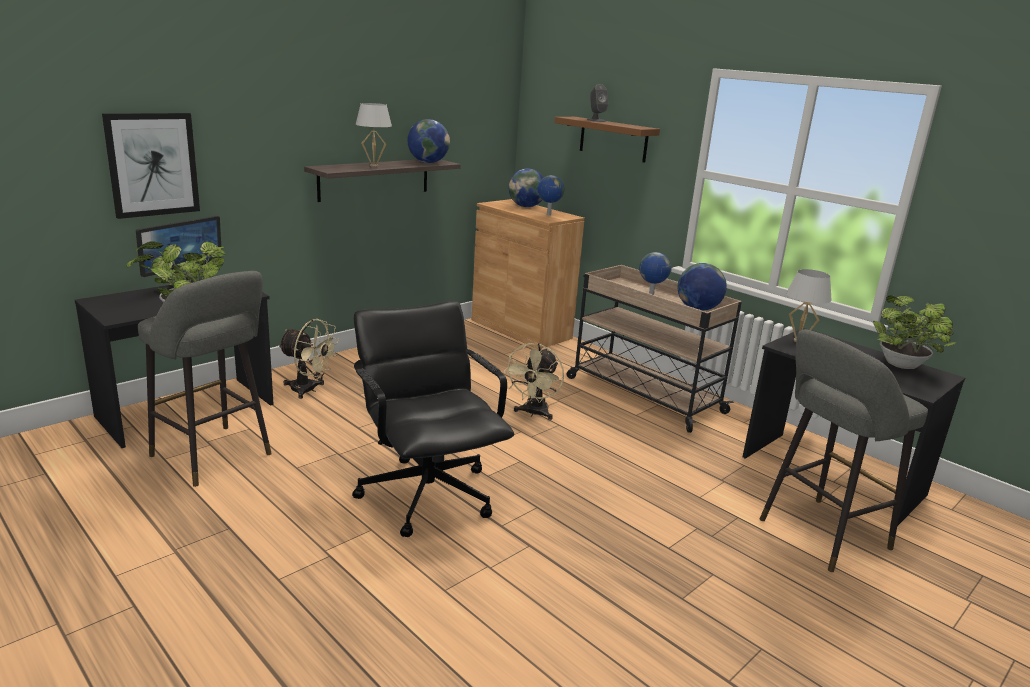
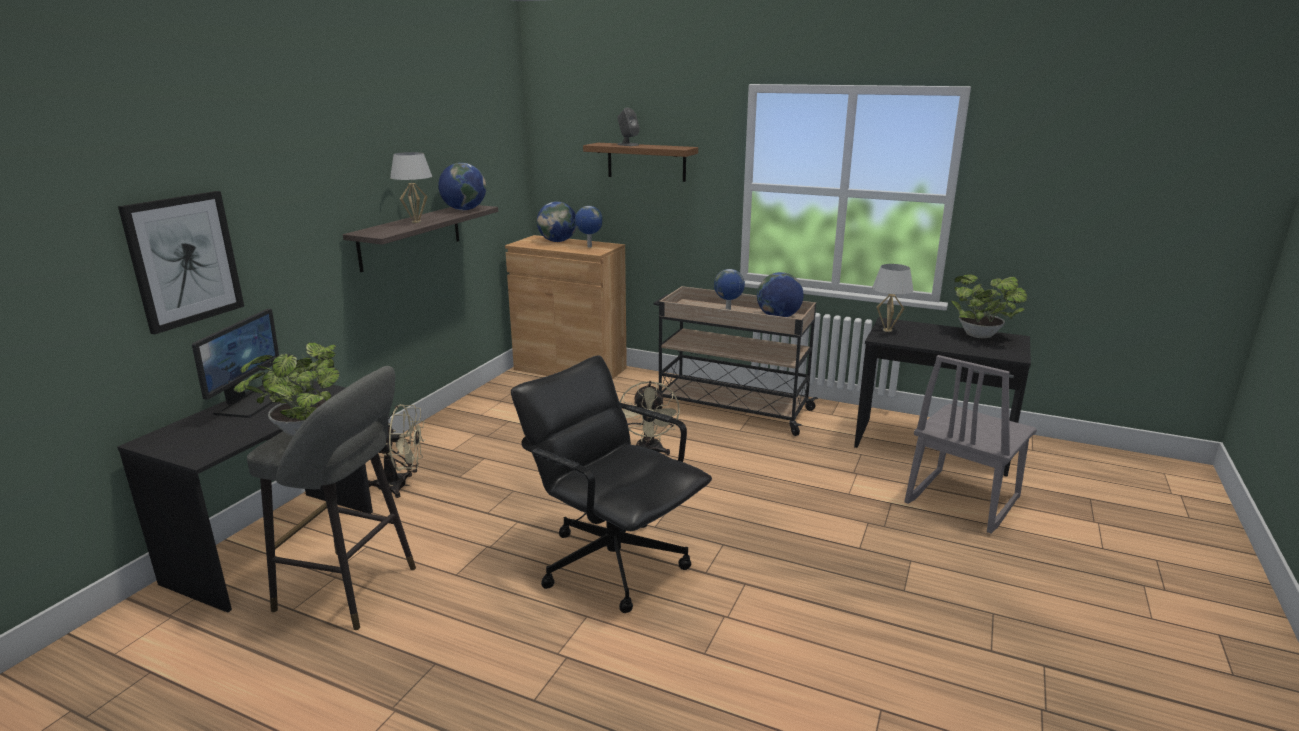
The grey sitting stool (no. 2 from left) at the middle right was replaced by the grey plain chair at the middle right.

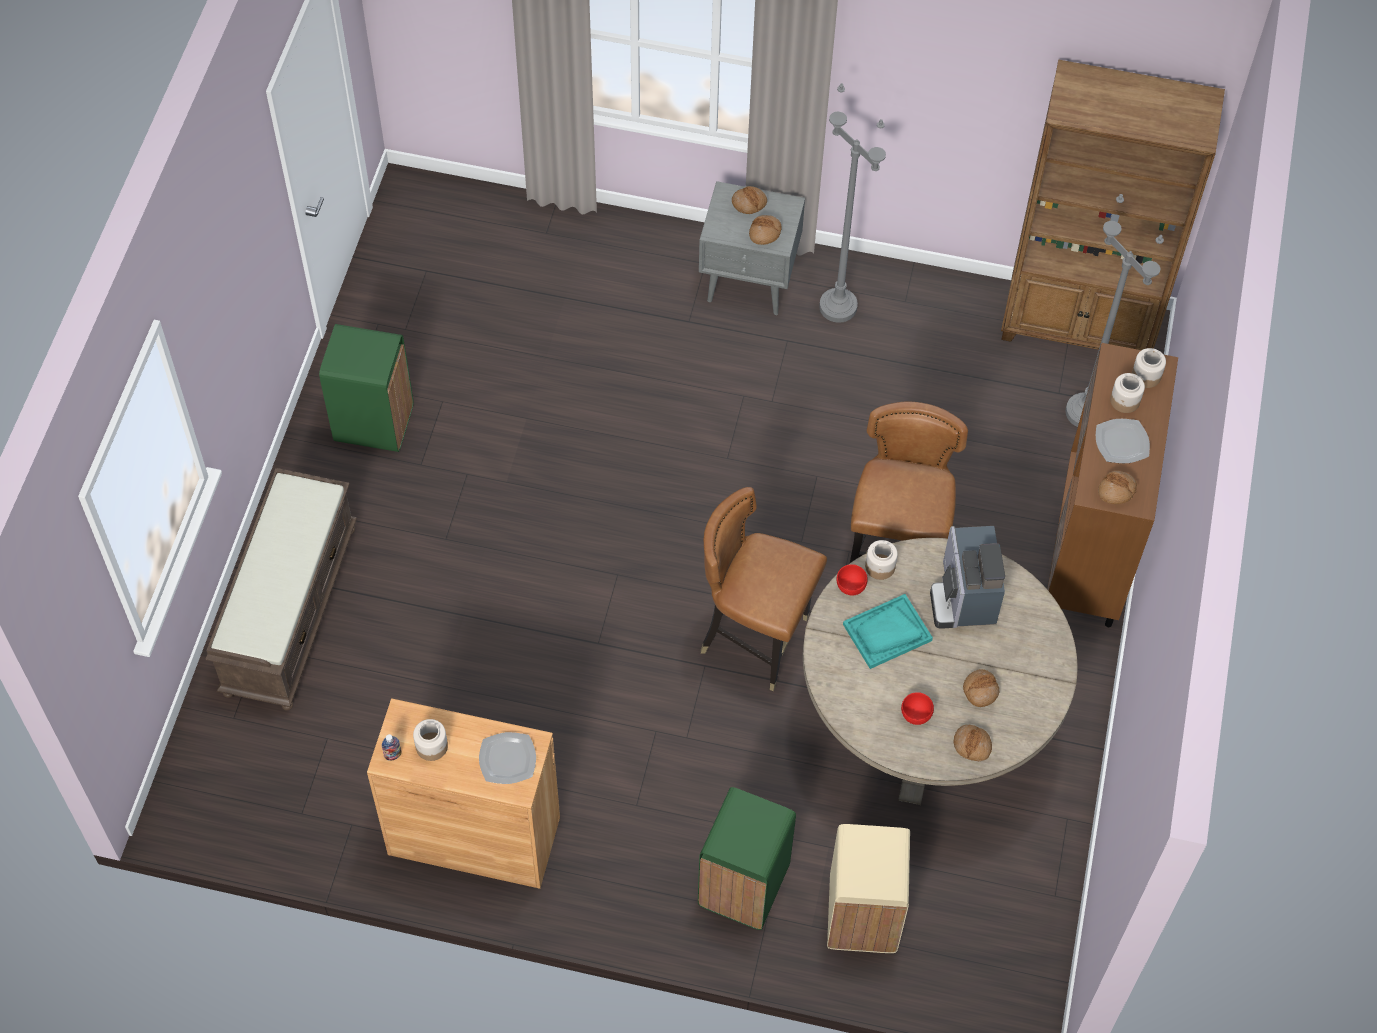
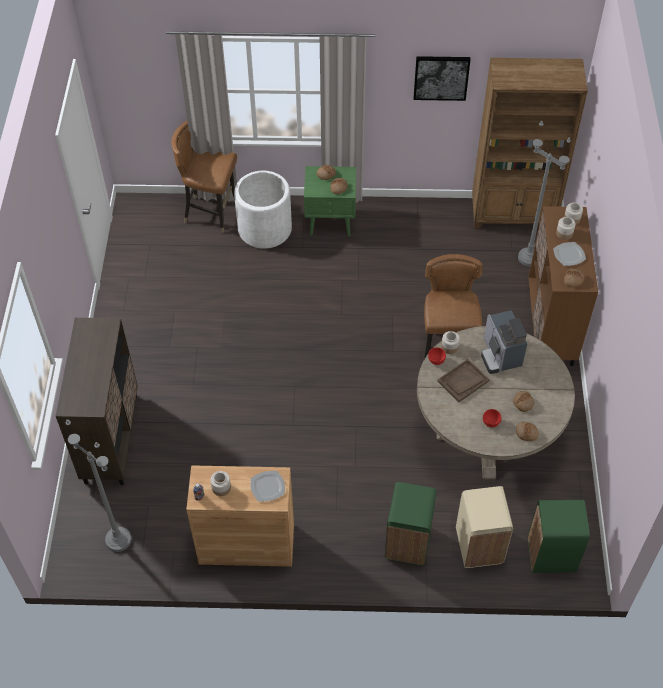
The white flower pot at the top centre appeared. The wall art at the top right appeared. The greenish trash can (no. 1 from left in the first image) moved from the middle left to the bottom right. The brown plain chair (no. 1 from left) moved from the centre to the top left. The grey standing lamp (no. 1 from left) moved from the top centre to the bottom left. The brown long seat at the middle left was replaced by the brown cupboard (no. 1 from left) at the middle left. The grey night table at the top centre became the greenish night table at the top centre. The blue-green serving tray at the centre became the brown serving tray at the middle right.

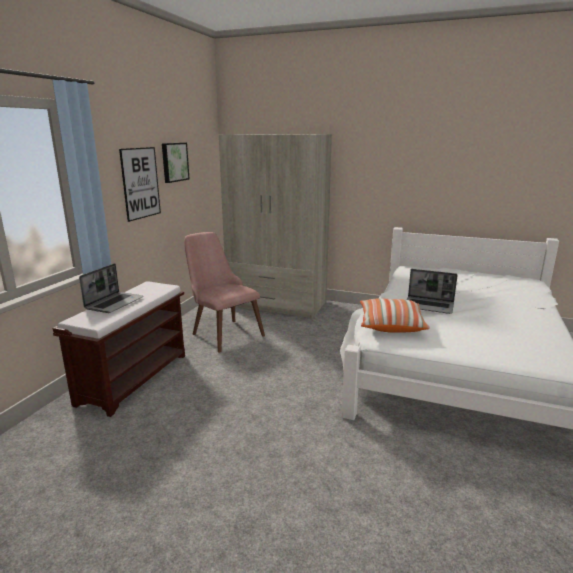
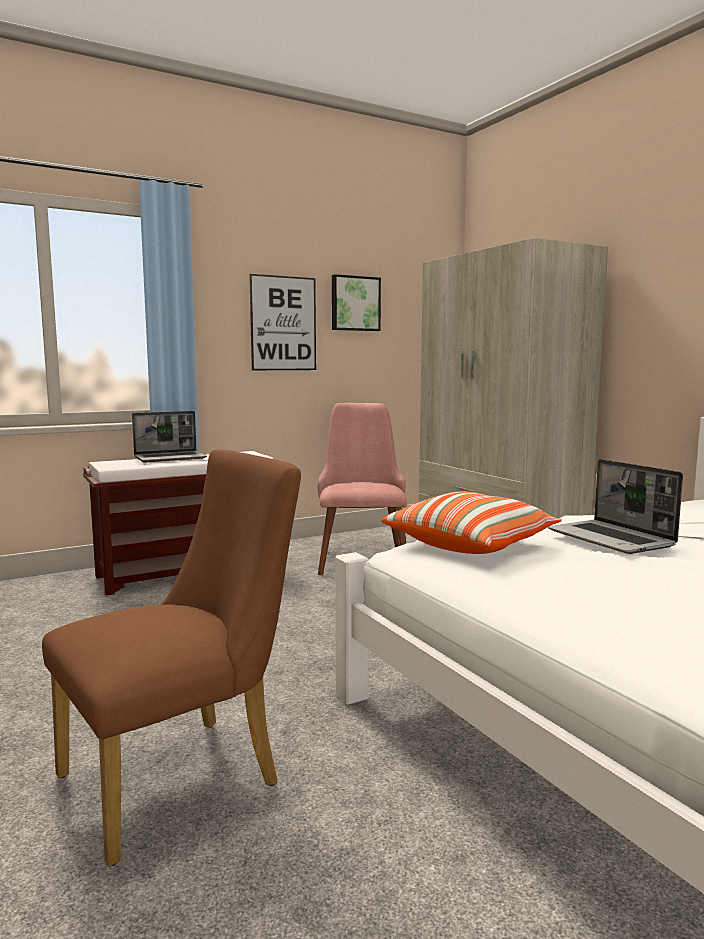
The brown plain chair at the bottom left appeared.

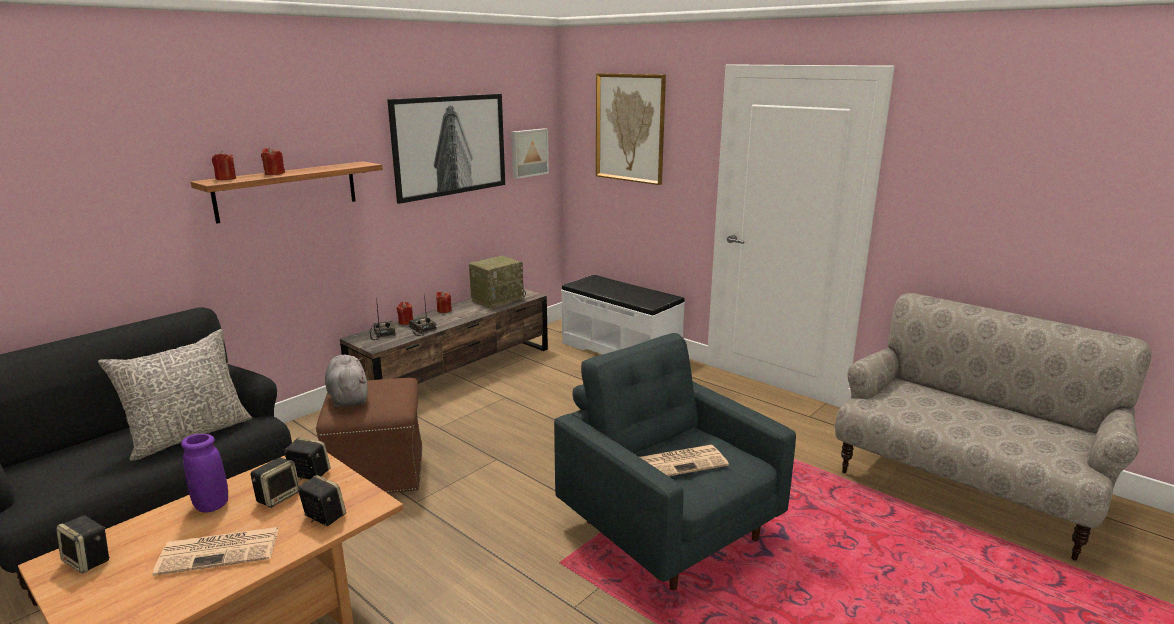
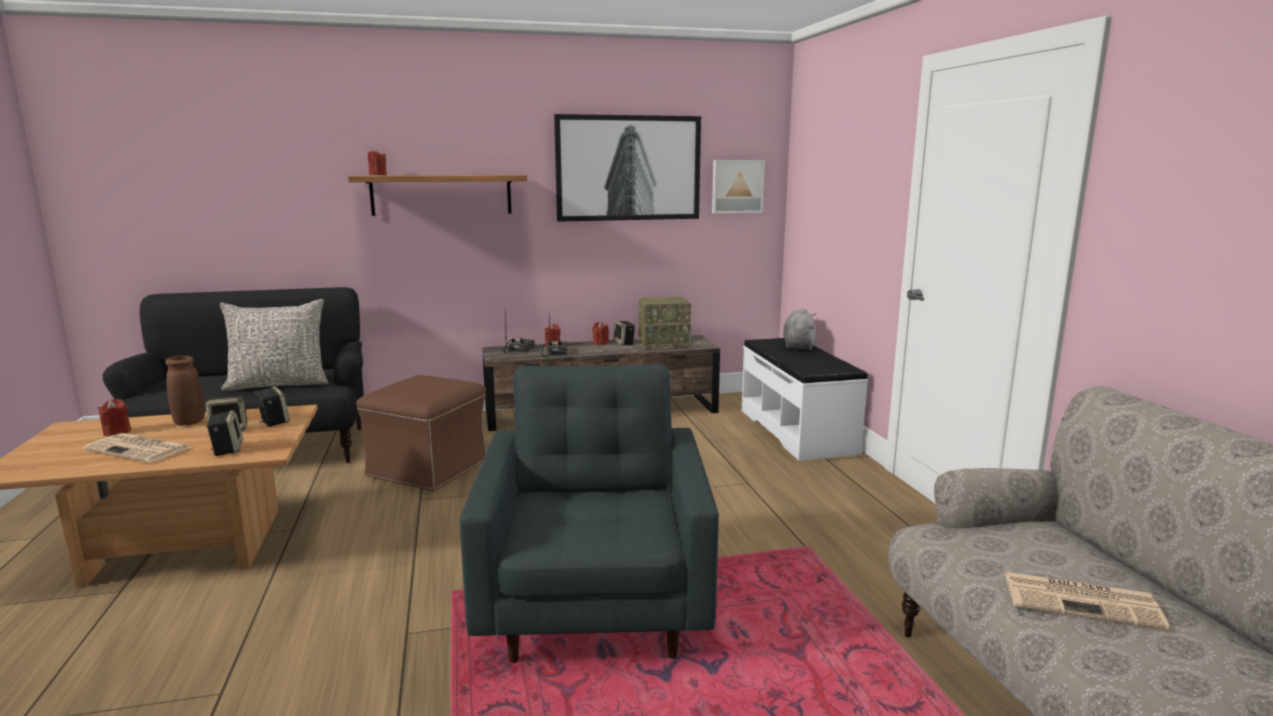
The wall art (no. 3 from left) at the top centre disappeared. The audio speaker (no. 1 from left in the first image) moved from the bottom left to the centre. The reddish wax candle (no. 2 from left in the first image) moved from the top left to the middle left. The grey plush toy moved from the middle left to the centre. The daily paper (no. 2 from left) moved from the bottom centre to the bottom right. The purple decorative vase at the bottom left became the brown decorative vase at the middle left.

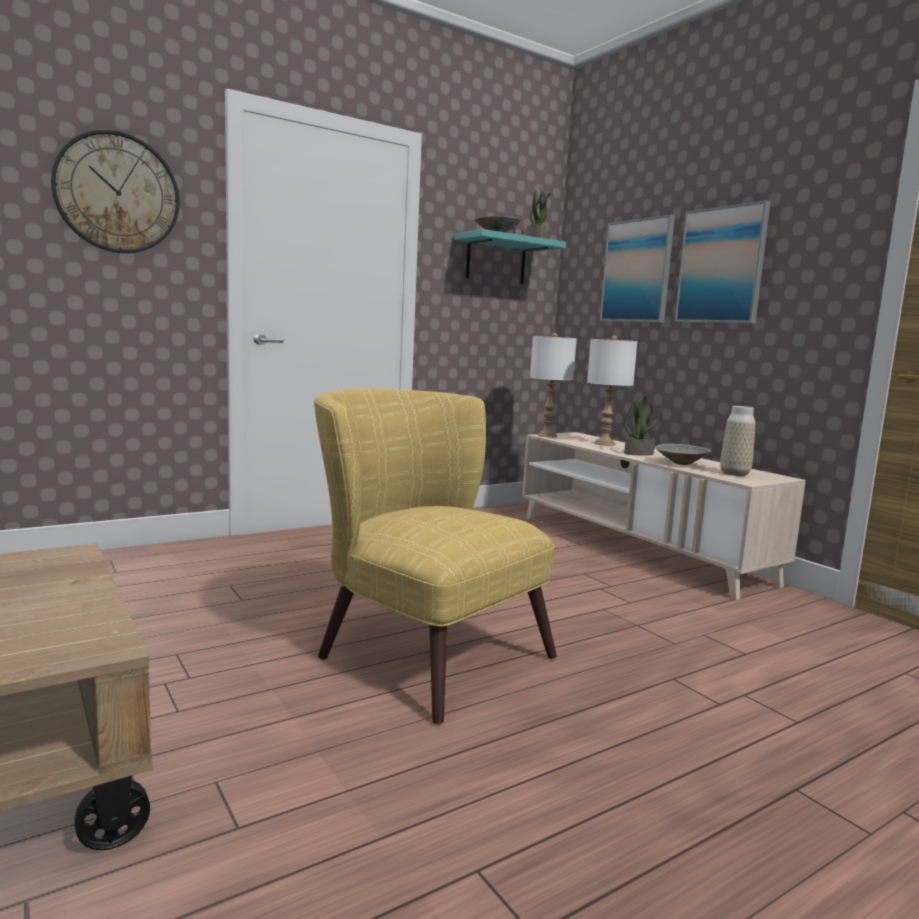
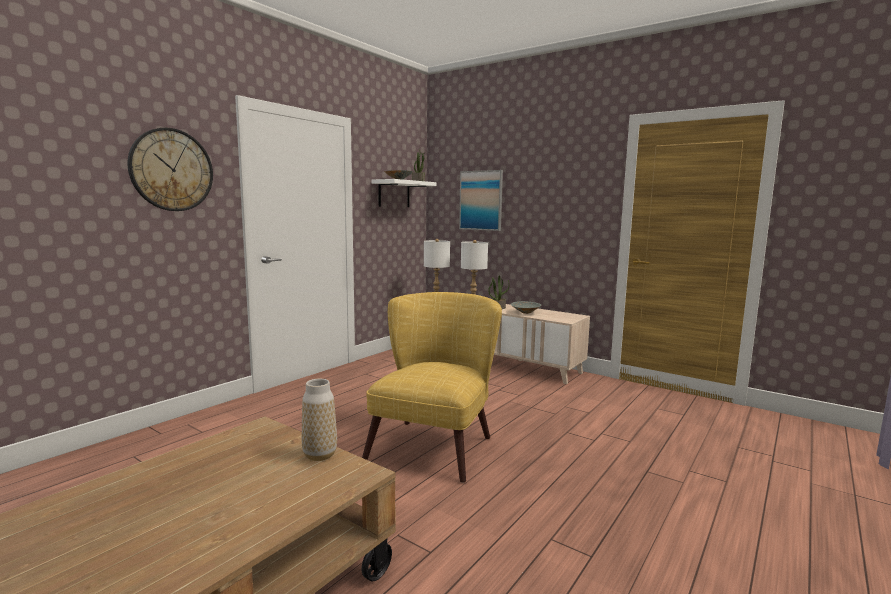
The wall art (no. 2 from left) at the top right disappeared. The decorative vase moved from the middle right to the bottom centre. The blue-green wall shelf at the top centre became the white wall shelf at the top centre. The yellowish lounge chair at the centre turned 90 degrees clockwise.

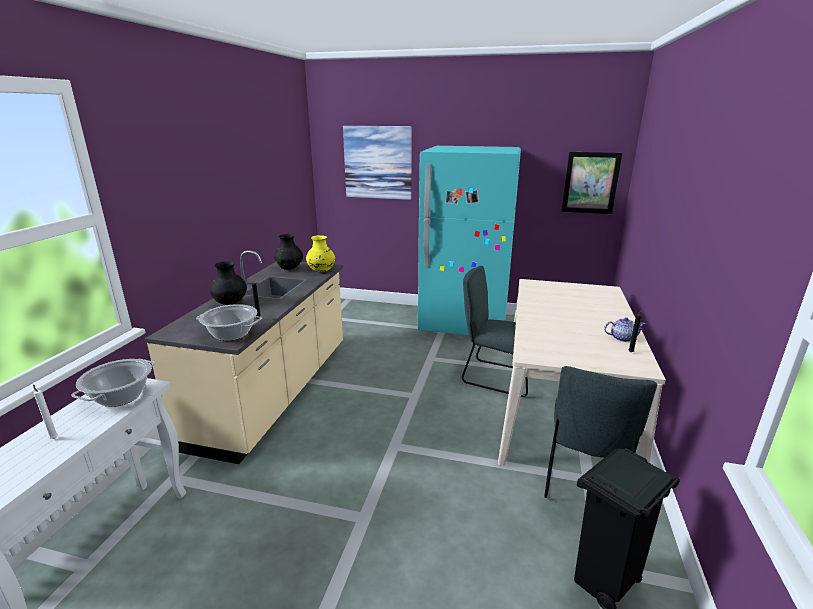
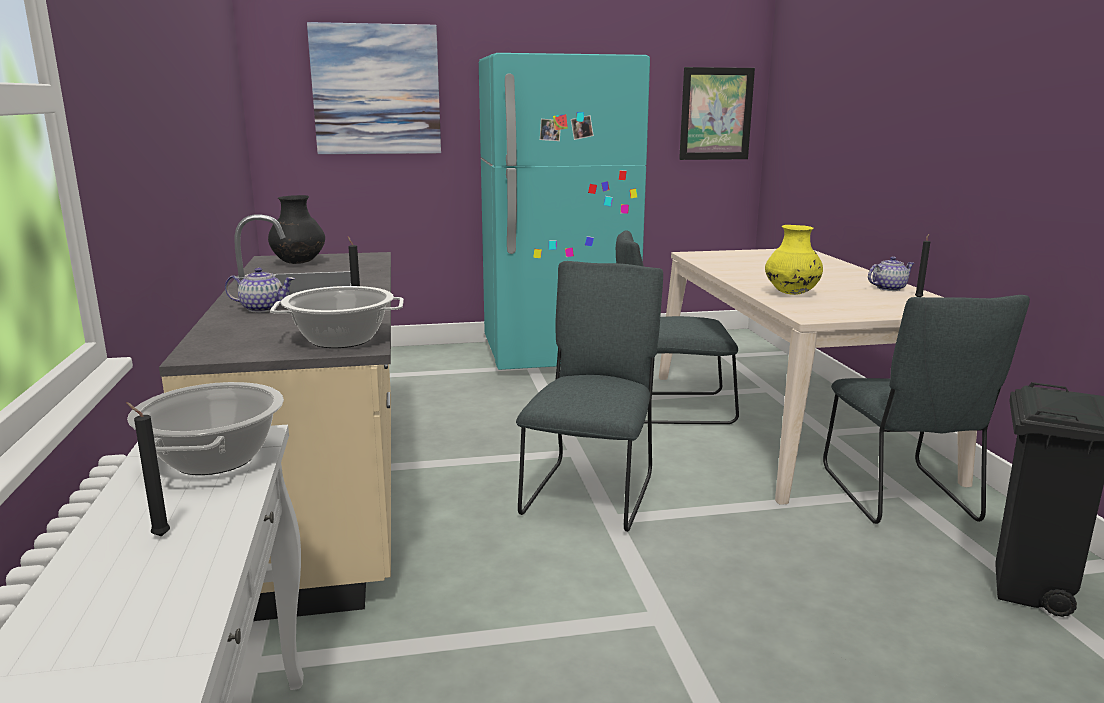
The grey plain chair (no. 1 from left) at the centre appeared. The yellowish decorative vase moved from the centre to the middle right. The blackish decorative vase (no. 1 from left) at the middle left was replaced by the teapot (no. 1 from left) at the middle left. The white wax candle at the bottom left became the blackish wax candle (no. 1 from left) at the bottom left.

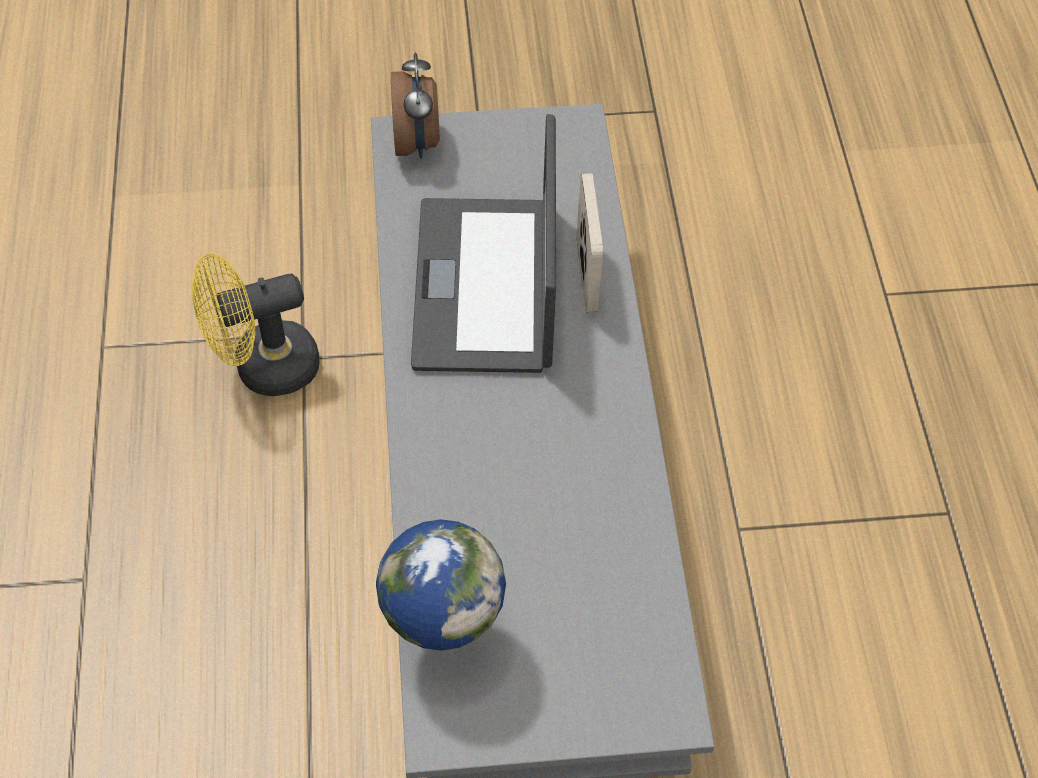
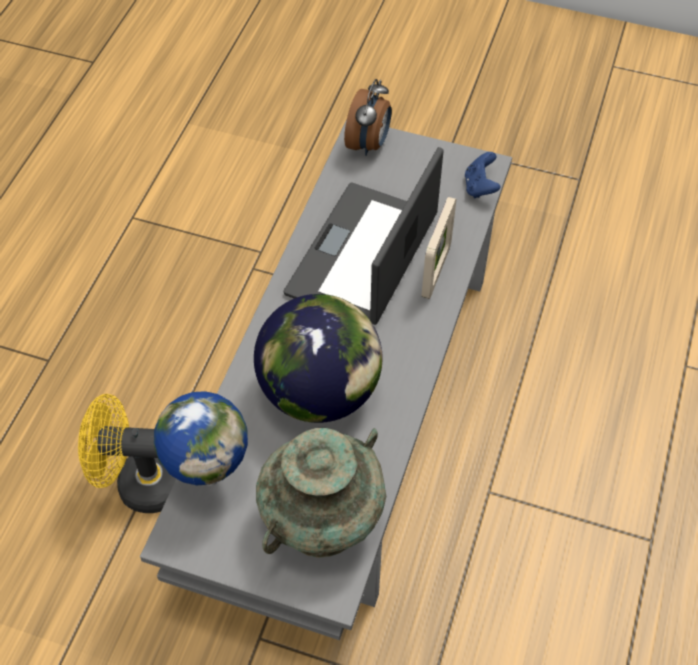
The world globe (no. 2 from left) at the centre appeared. The blue-green decorative vase at the bottom centre appeared. The blue gamepad at the top right appeared. The yellowish fan moved from the middle left to the bottom left.

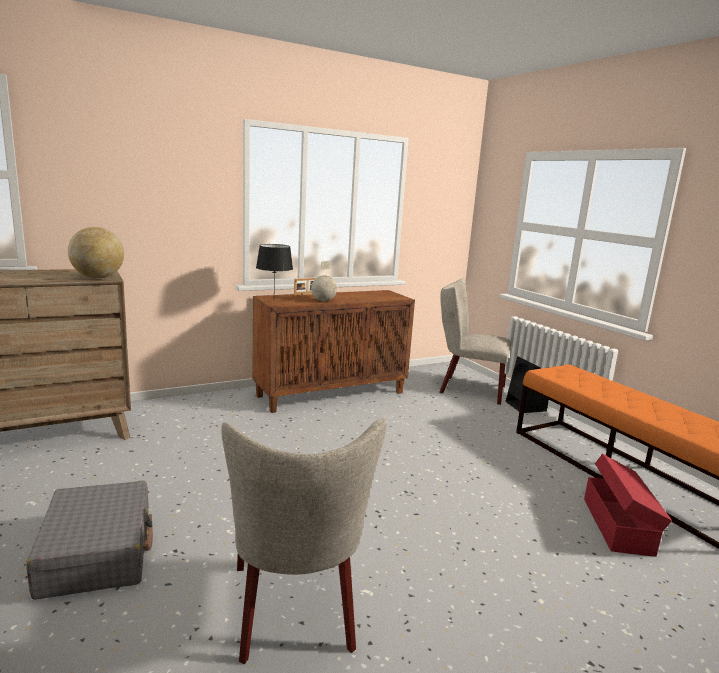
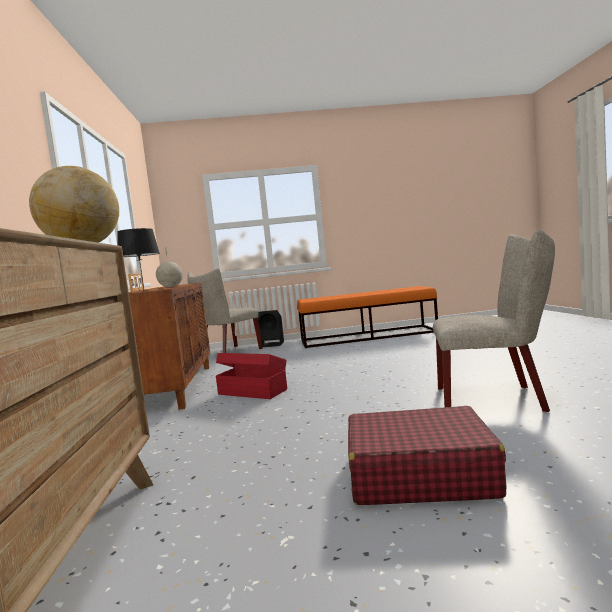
The reddish storage bin moved from the bottom right to the centre. The grey suitcase at the bottom left became the reddish suitcase at the bottom right.

